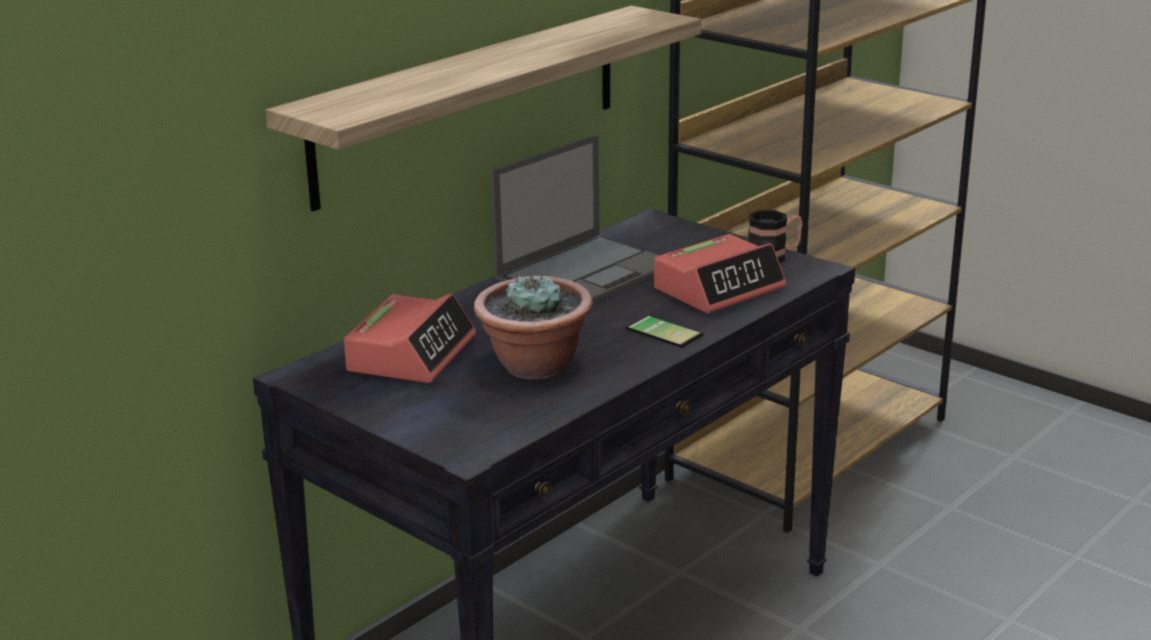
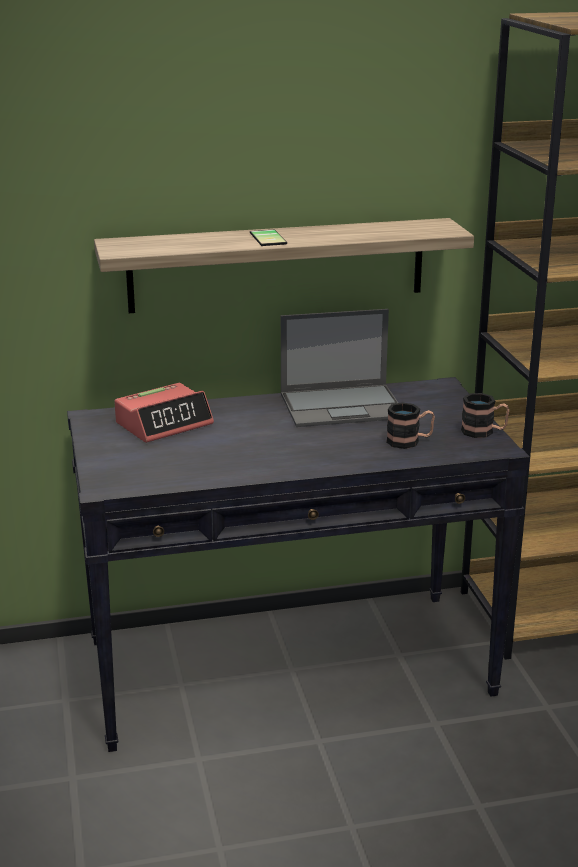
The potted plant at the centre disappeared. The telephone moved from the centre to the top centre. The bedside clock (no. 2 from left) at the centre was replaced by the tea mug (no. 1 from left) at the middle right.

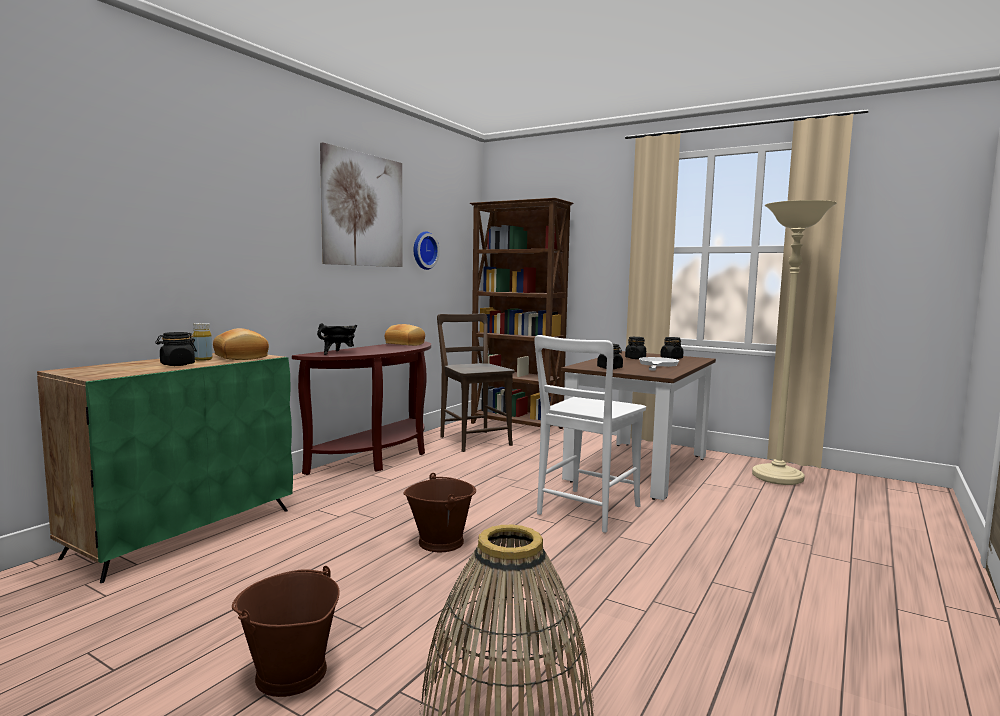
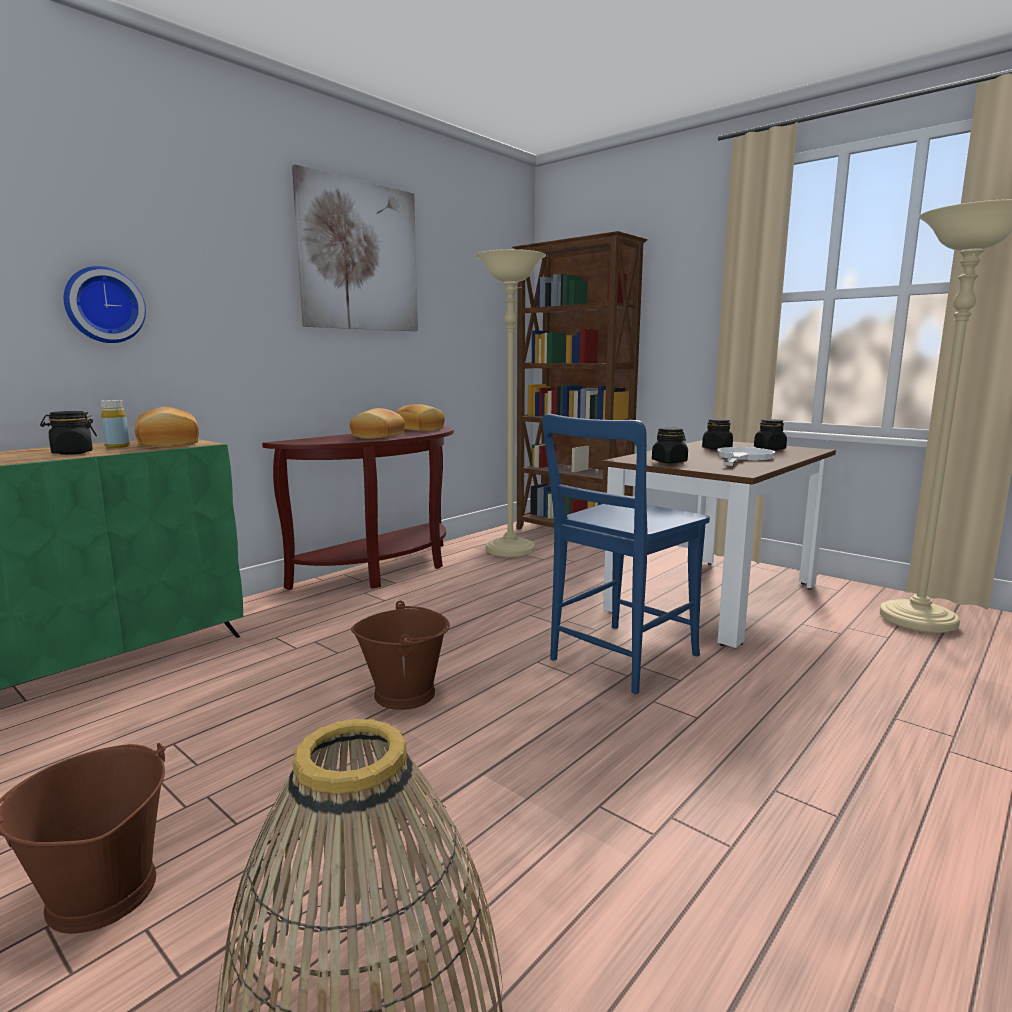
The blackish saucepot at the centre disappeared. The bakery bread (no. 2 from left) at the centre appeared. The clock on the wall moved from the centre to the top left. The brown plain chair at the centre was replaced by the beige standing lamp (no. 1 from left) at the centre. The white plain chair at the centre became the blue plain chair at the centre.

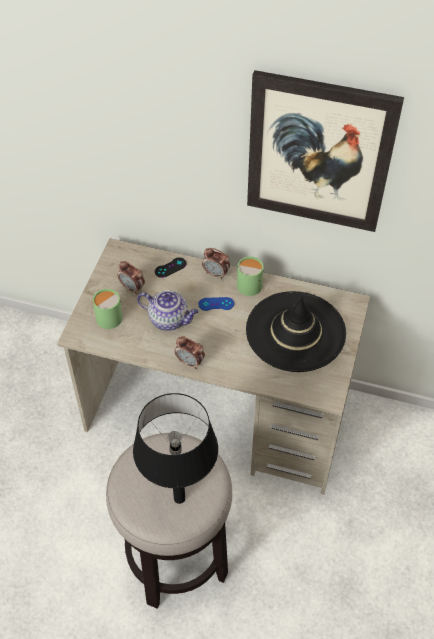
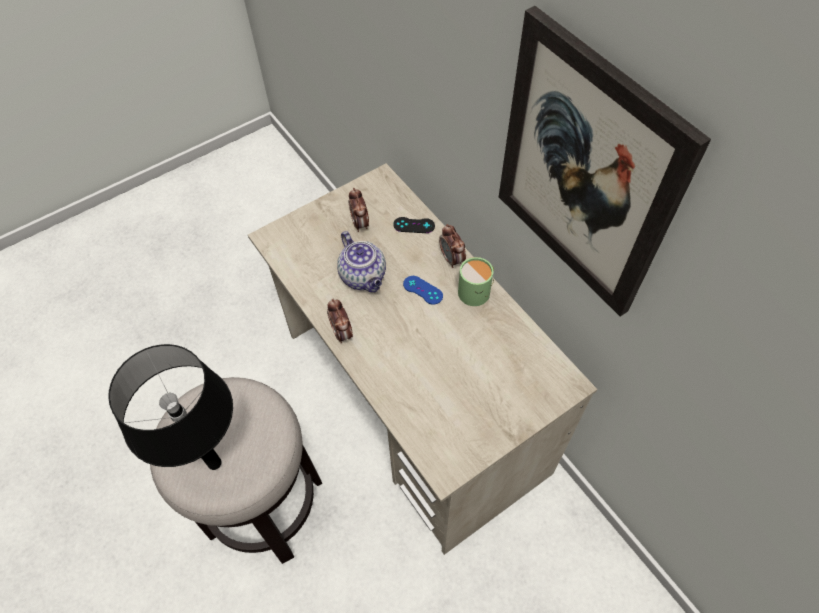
The greenish tea mug (no. 1 from left) at the middle left disappeared. The blackish wearable hat at the middle right disappeared.

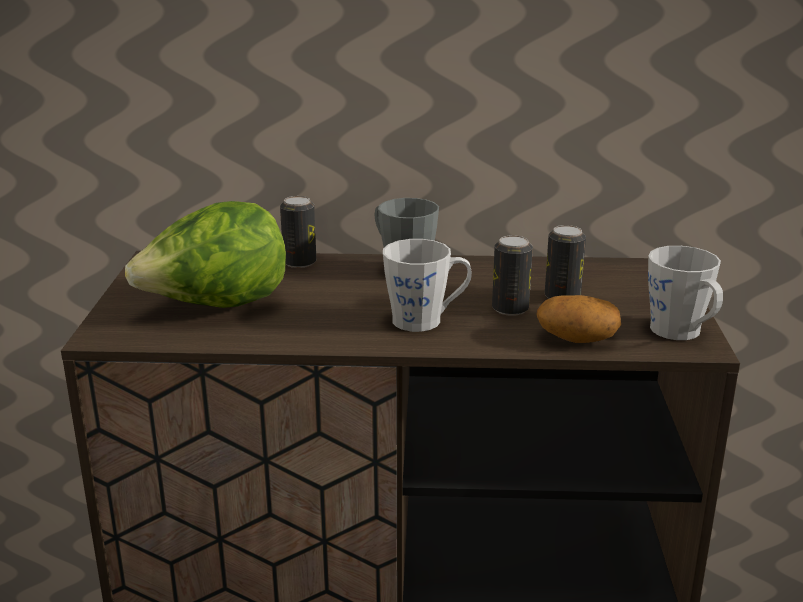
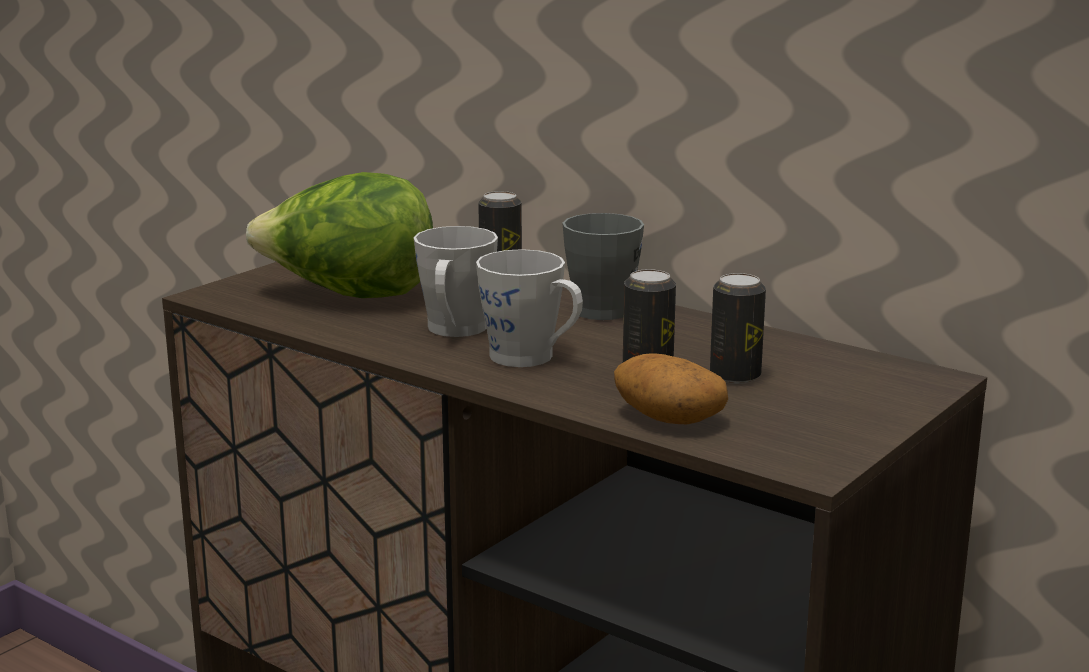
The grey tea mug (no. 3 from left in the first image) moved from the middle right to the centre.

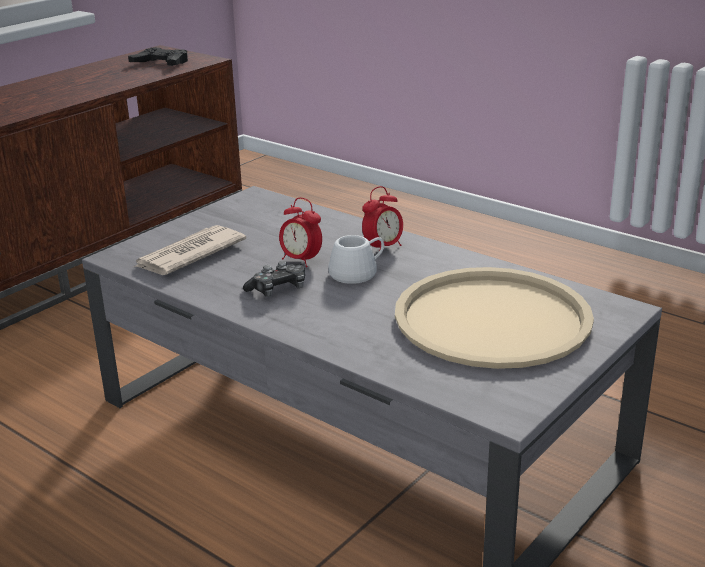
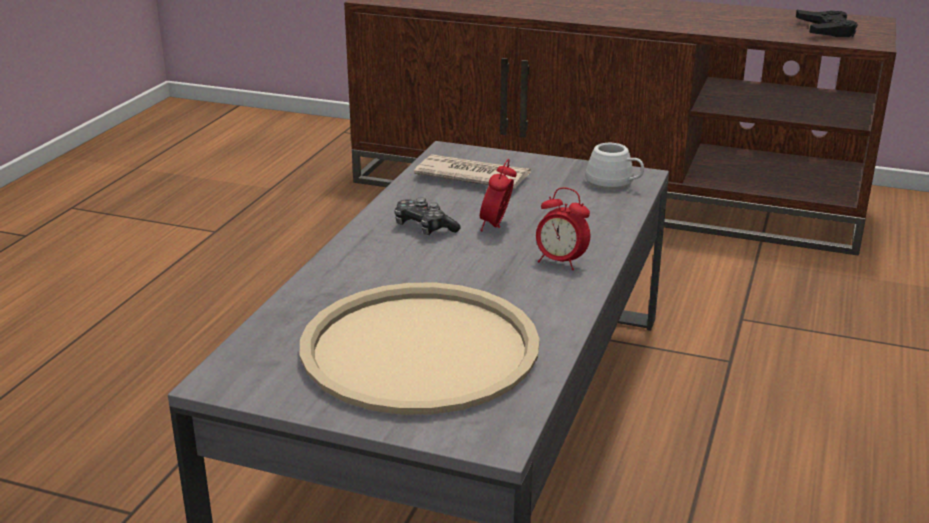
The white tea mug moved from the centre to the top centre.

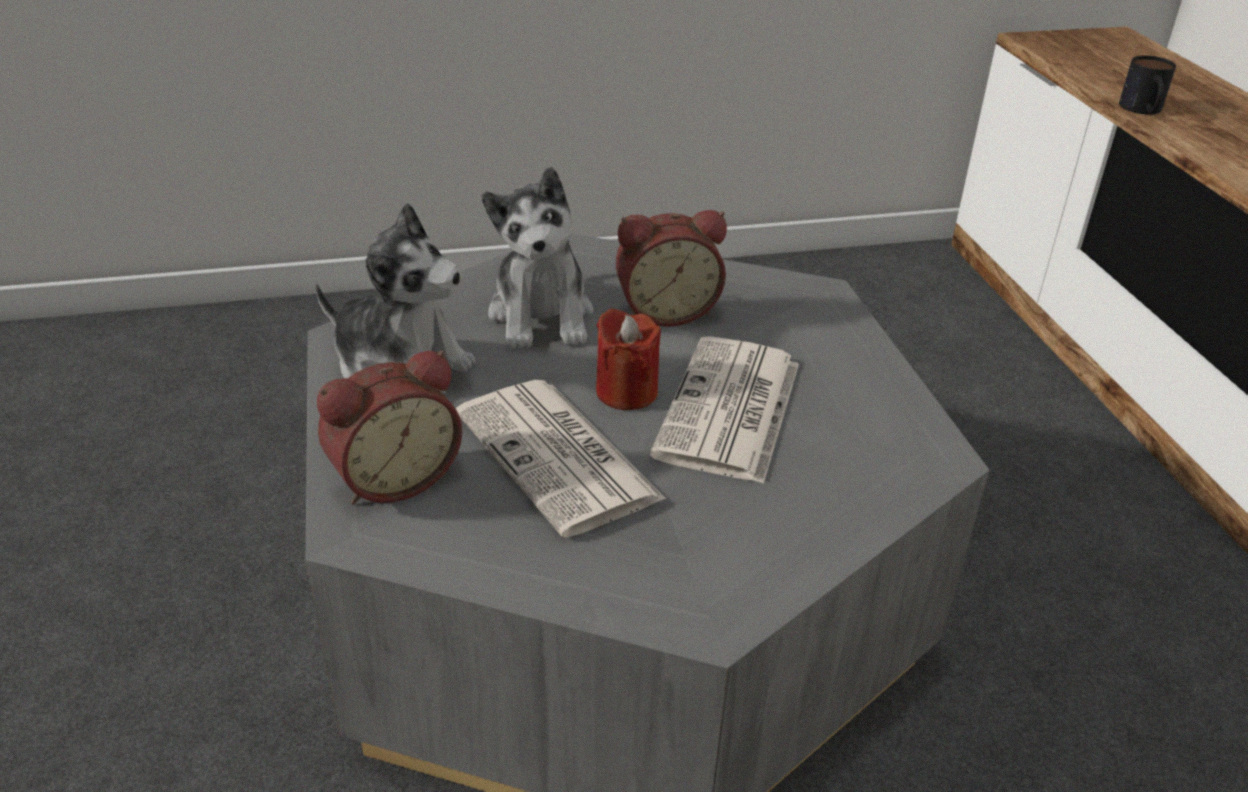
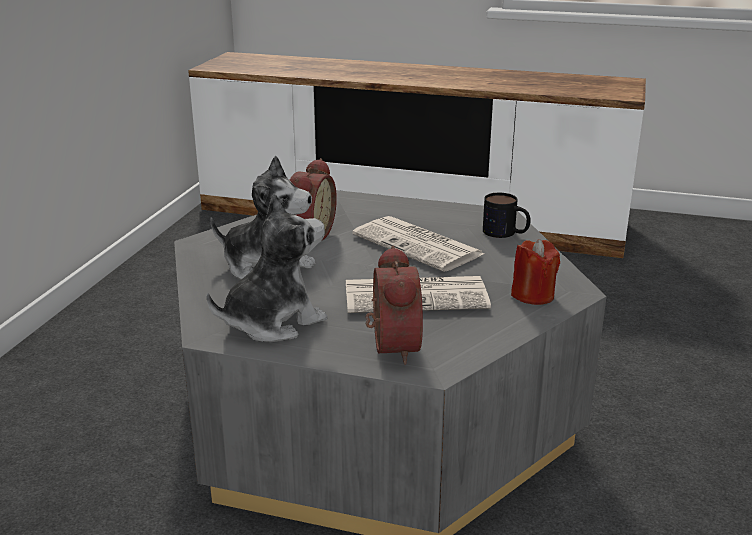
The reddish wax candle moved from the centre to the middle right. The tea mug moved from the top right to the middle right.

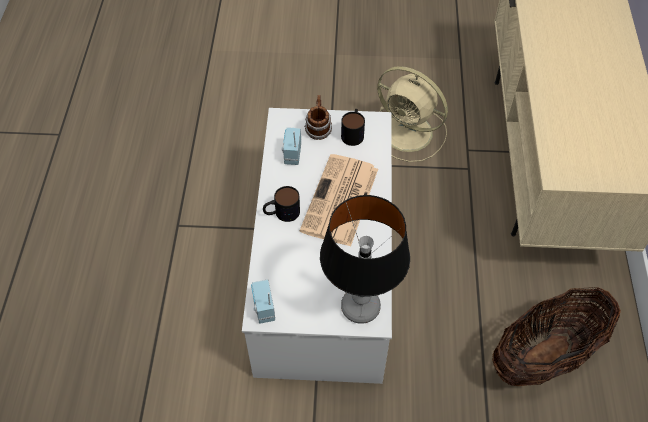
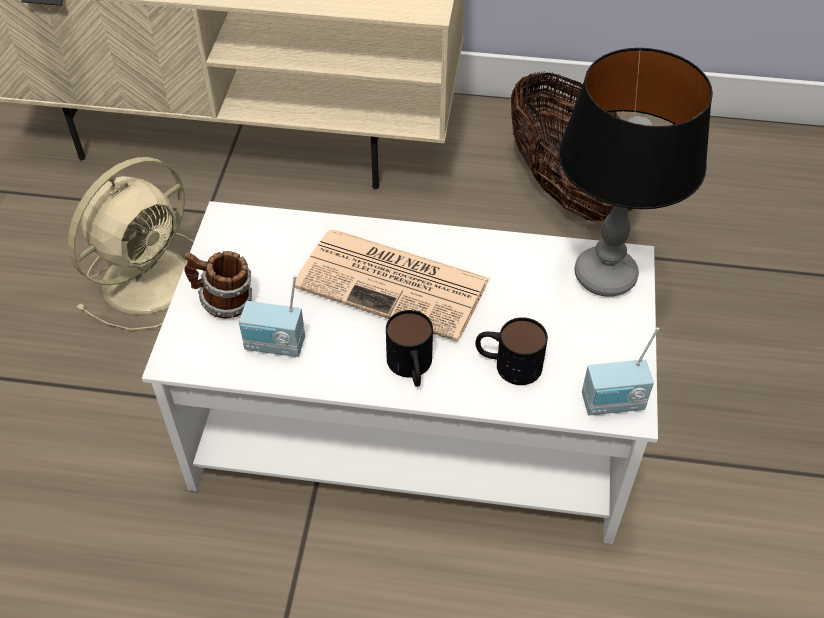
The tea mug (no. 3 from left) moved from the top centre to the centre.

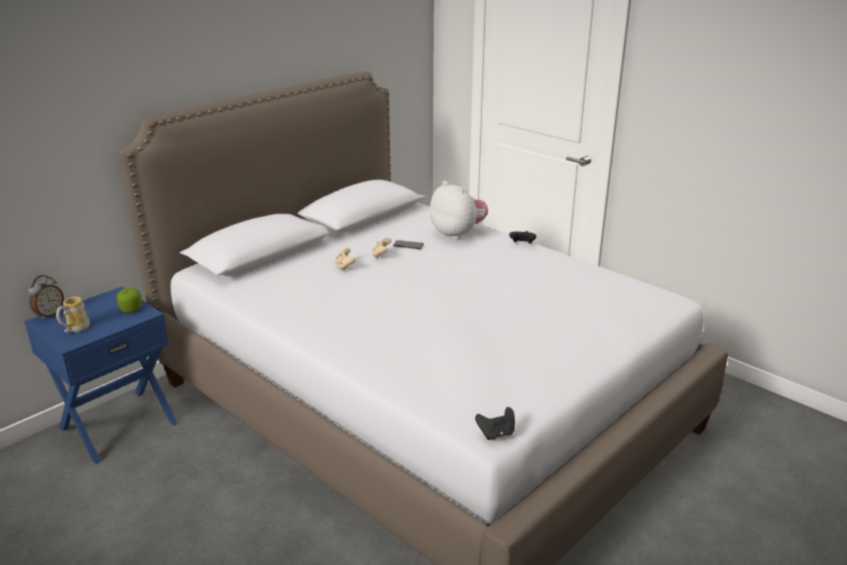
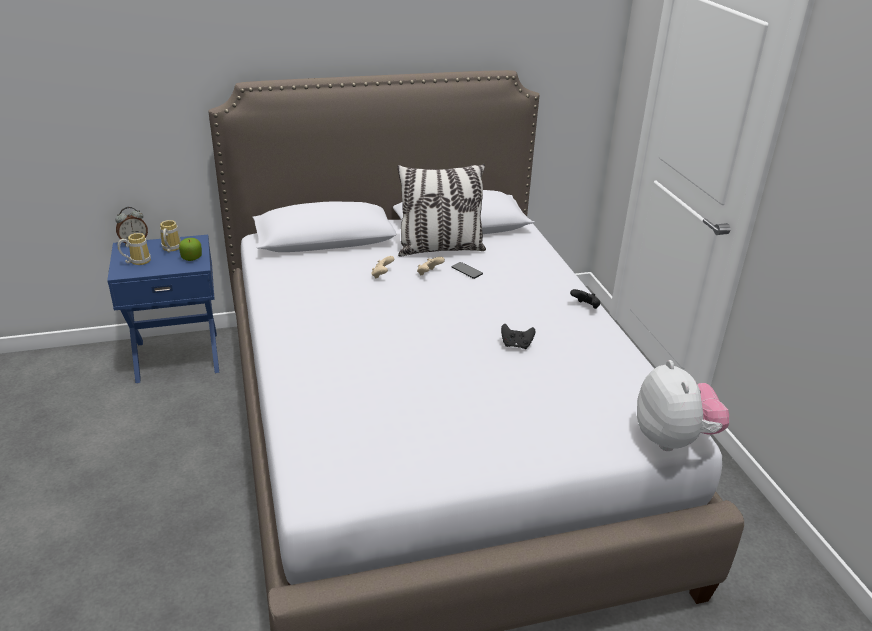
The tea mug (no. 2 from left) at the middle left appeared. The cushion at the top centre appeared. The plush toy moved from the centre to the middle right. The blackish gamepad (no. 1 from left) moved from the bottom centre to the centre.

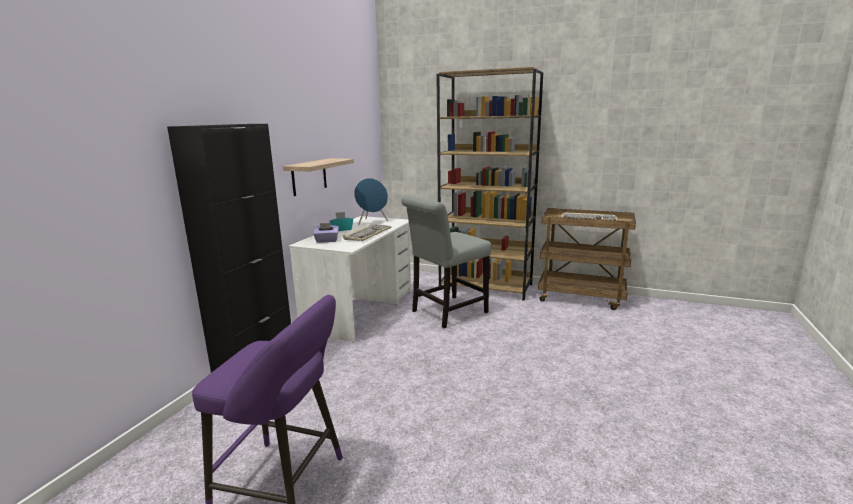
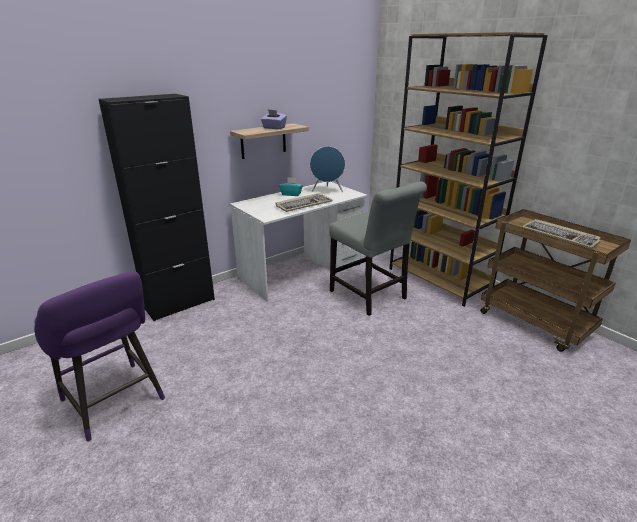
The purple tissue box moved from the centre to the top centre. The grey plain chair at the centre turned 120 degrees counterclockwise.

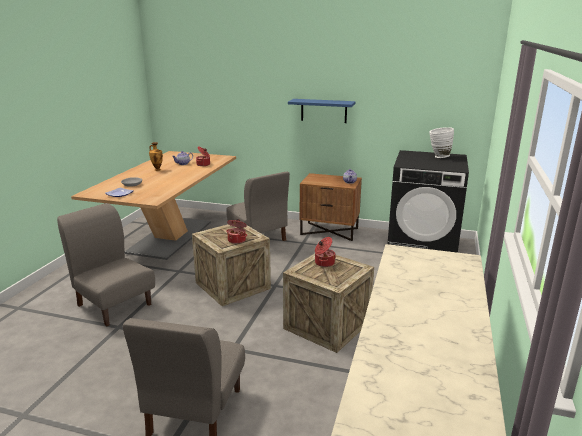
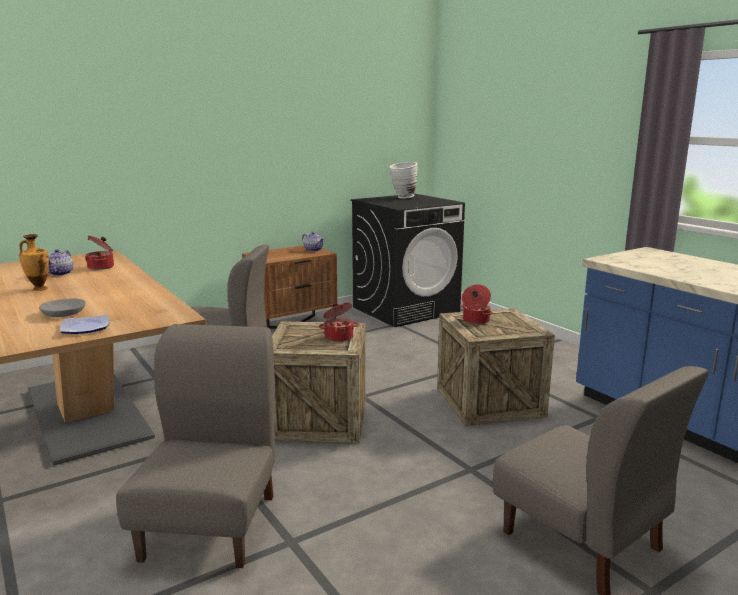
The blue wall shelf at the top centre disappeared. The grey plain chair (no. 1 from left) at the middle left turned 105 degrees clockwise.

